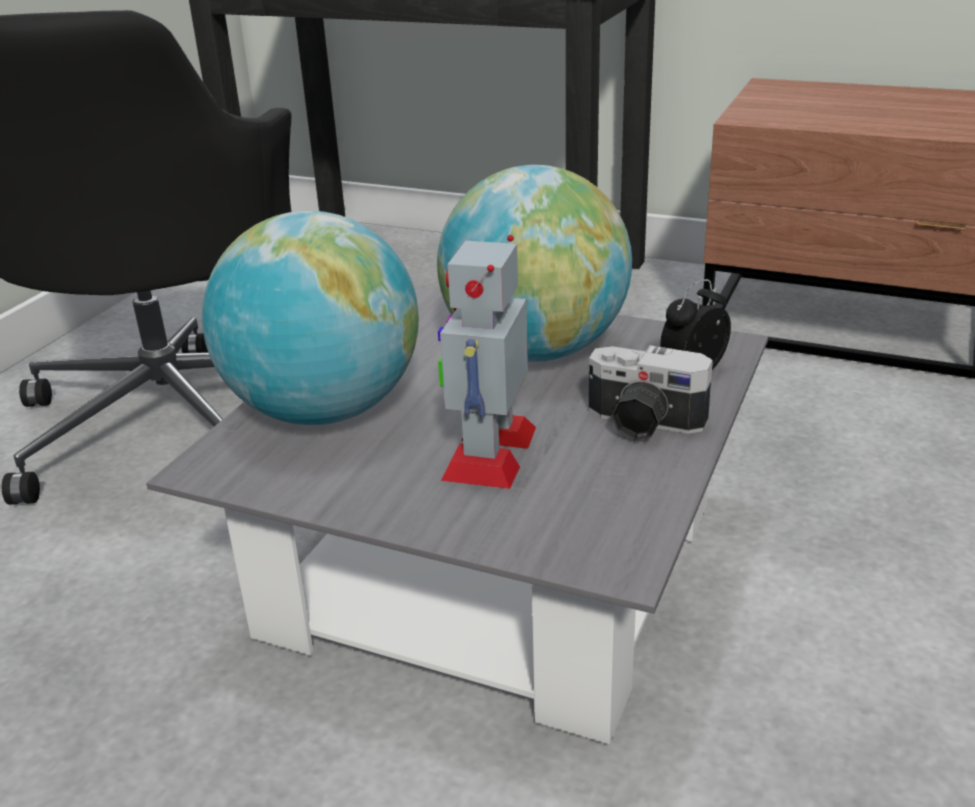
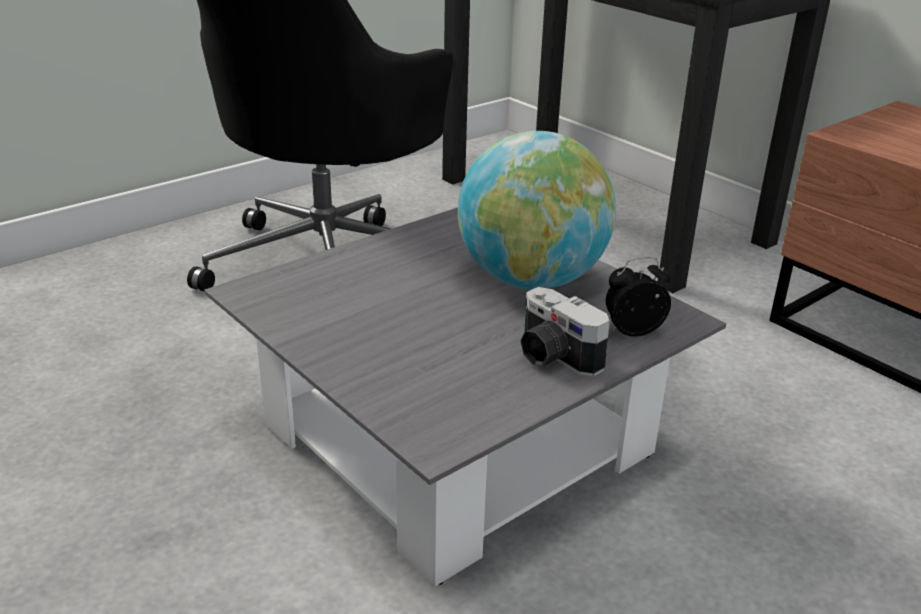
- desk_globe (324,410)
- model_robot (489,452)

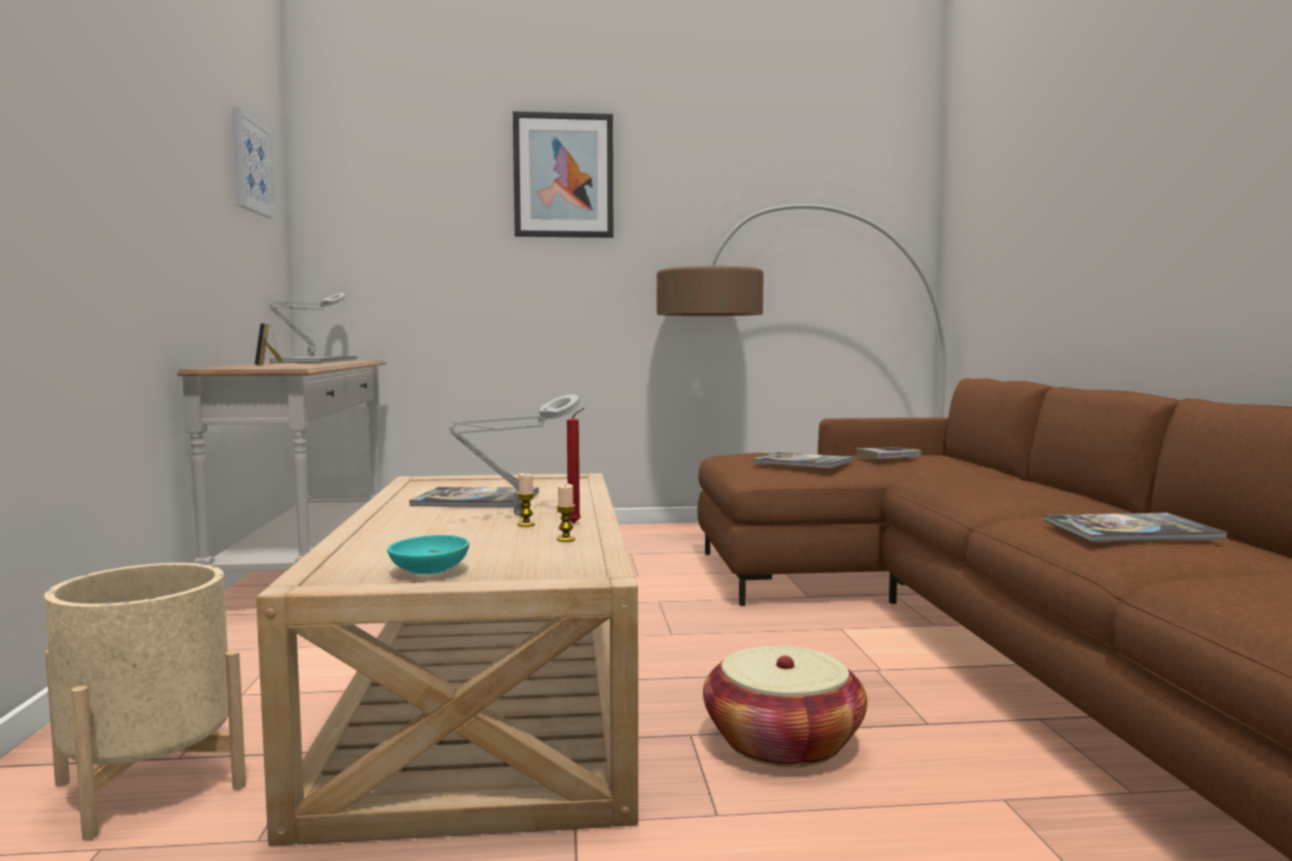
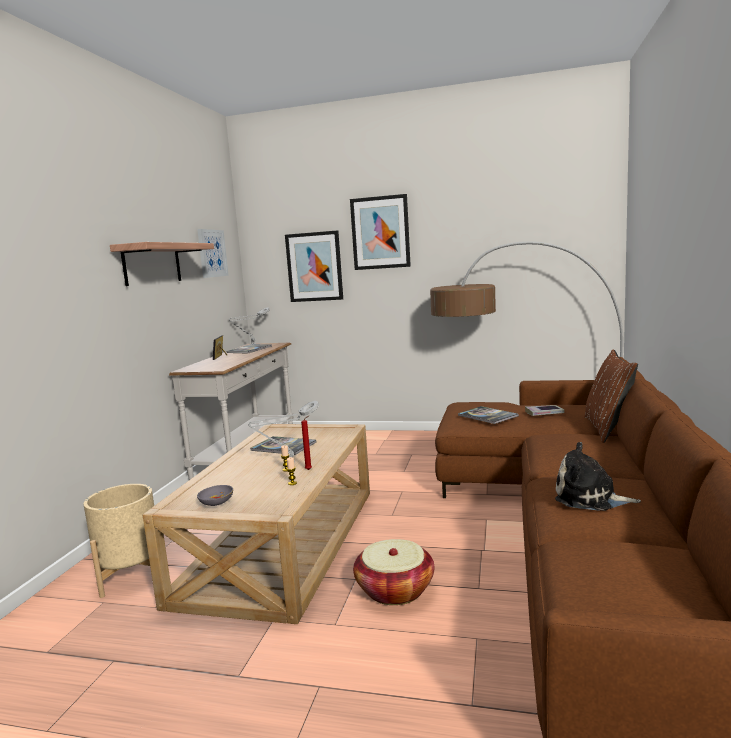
+ wall_shelf (152,264)
~ blue-green_deep_dish (430,569) to greyish_deep_dish (216,502)
+ wall_art (314,267)
~ book (1130,530) to soft_toy (590,498)
+ brown-coloured_throw_pillow (608,429)

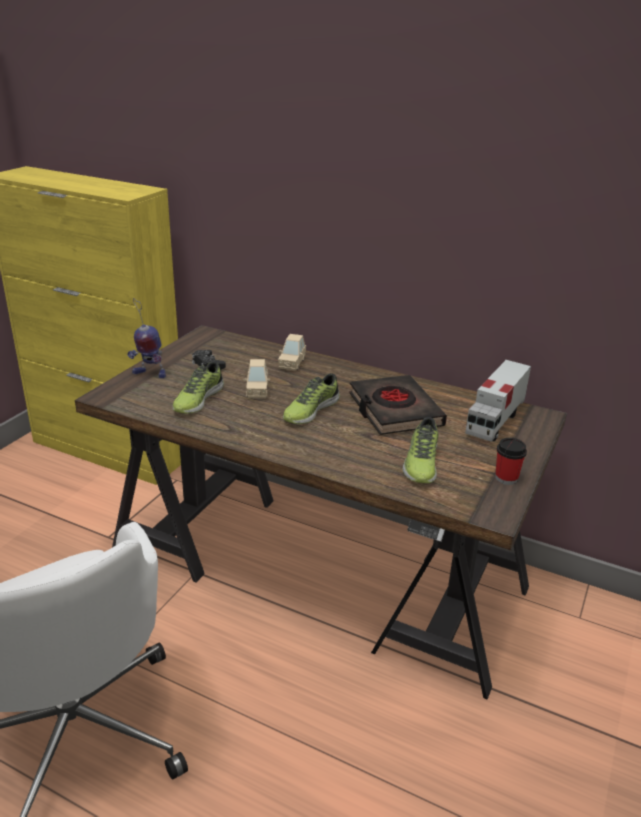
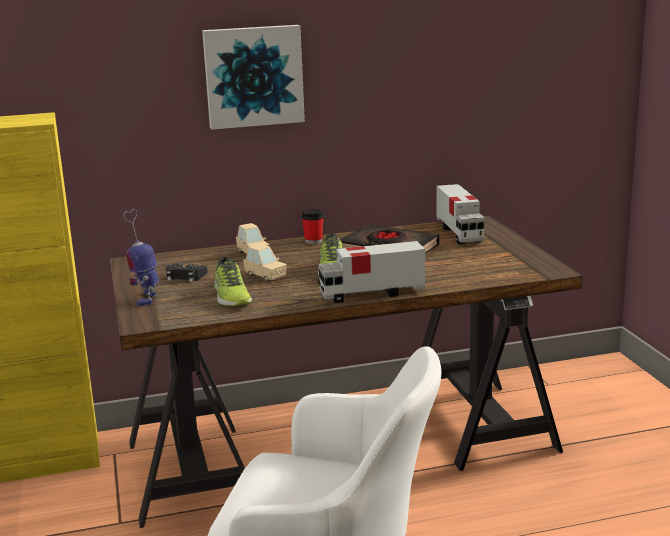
~ model_robot (149,374) = (146,298) 120 degrees clockwise
+ wall_art (253,76)
~ small_cup (506,478) to (313,241)
+ toy_lorry (371,293)
- shoe (420,463)

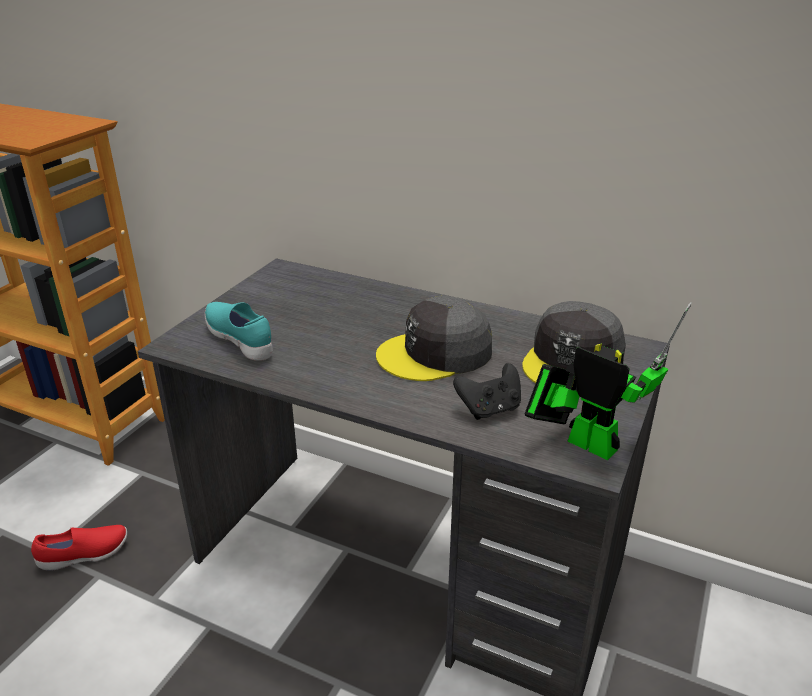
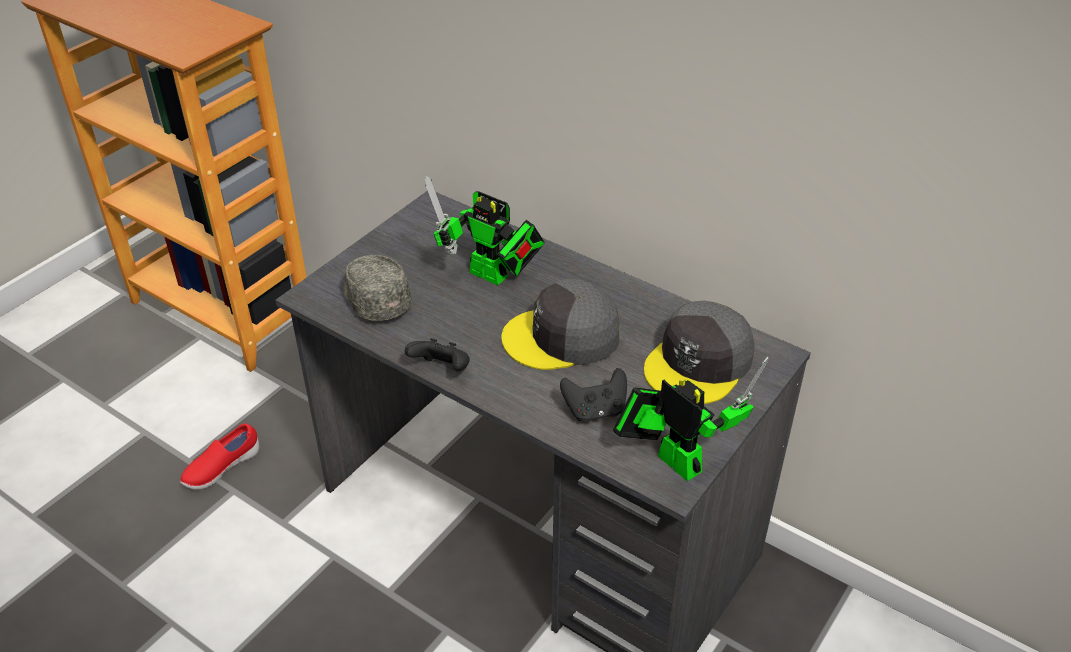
~ red-coloured_shoe (84,555) = (221,468) 150 degrees clockwise
~ blue-green_shoe (241,341) to greyish_peaked_cap (375,299)
+ black-coloured_gamepad (442,370)
+ model_robot (493,277)

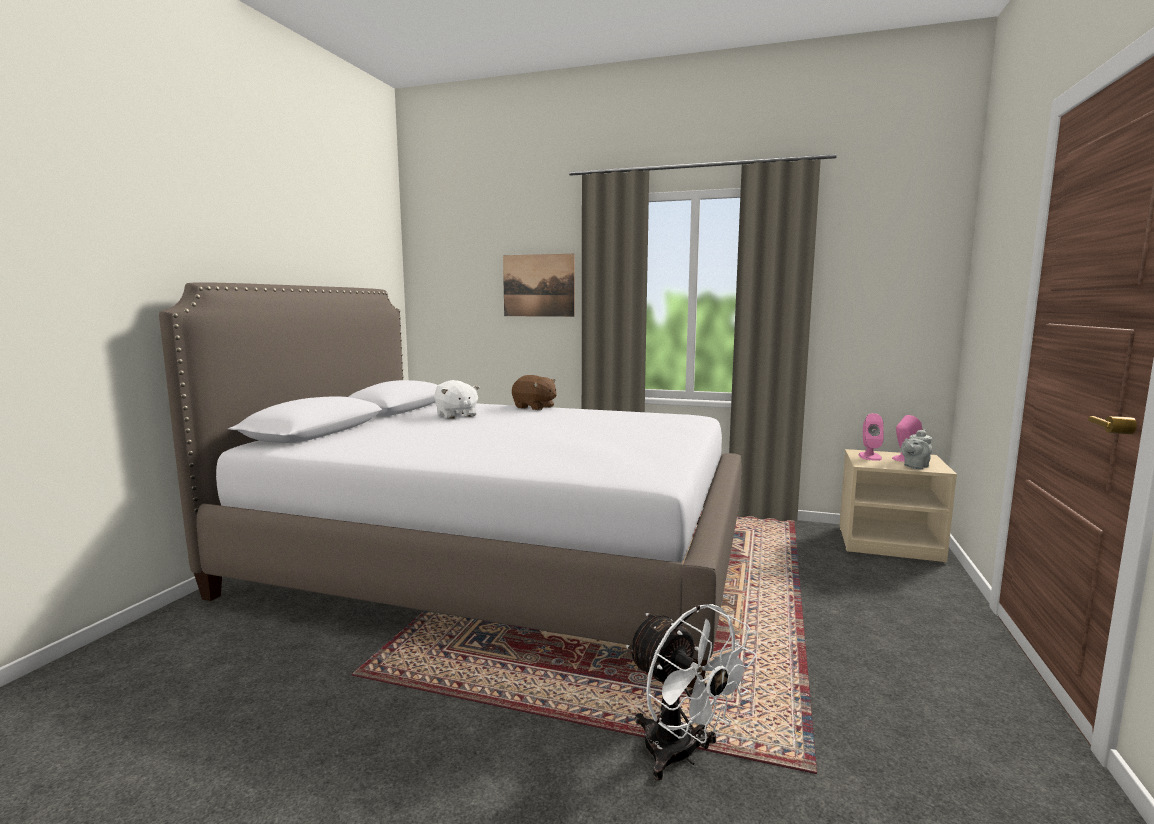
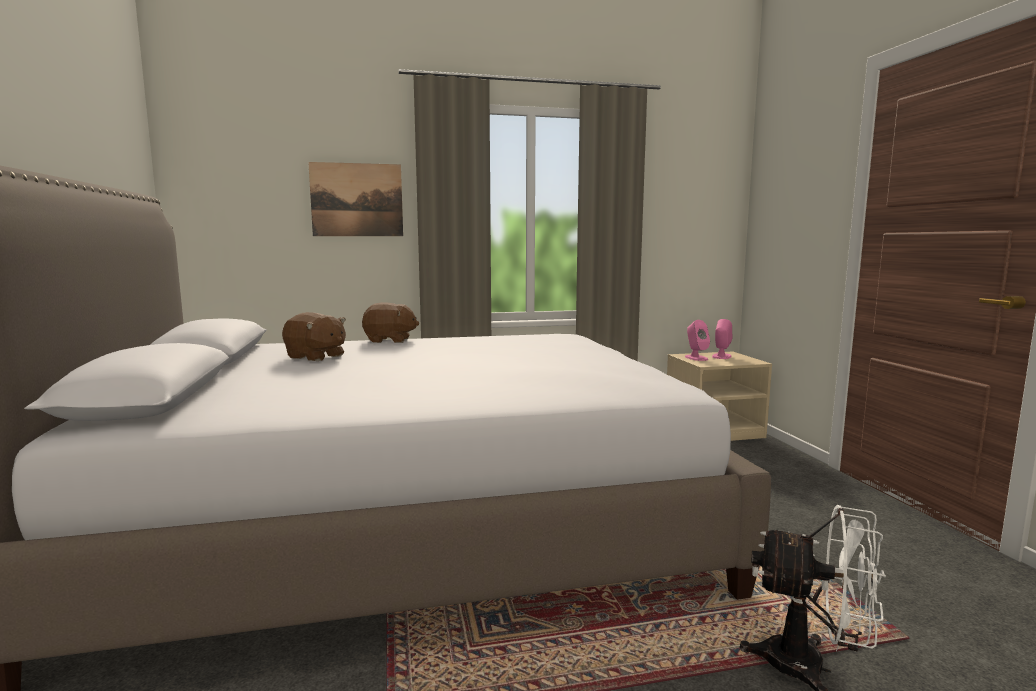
~ white-coloured_soft_toy (456,415) to brown-coloured_soft_toy (316,357)
- greyish_teapot (915,466)

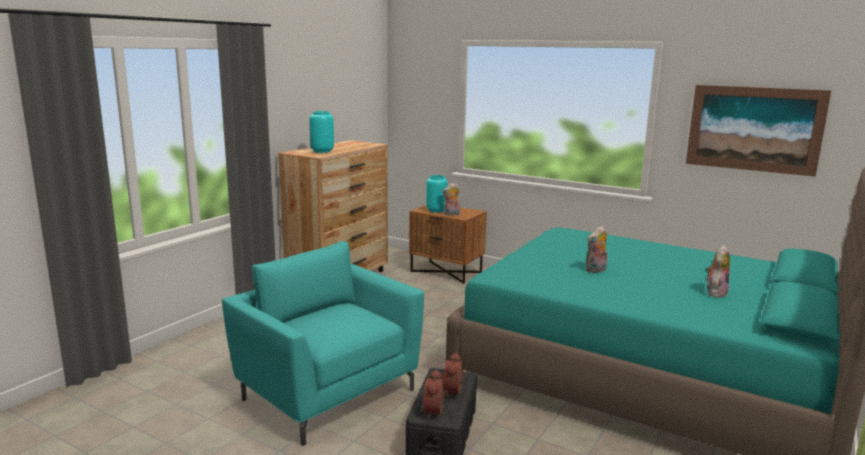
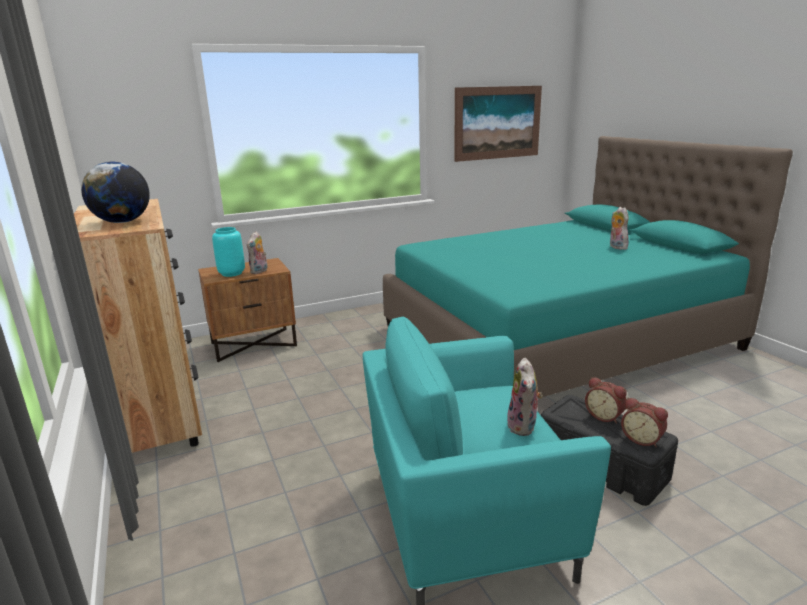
~ blue-green_vase (322,151) to desk_globe (122,222)
~ soft_toy (596,270) to (524,426)

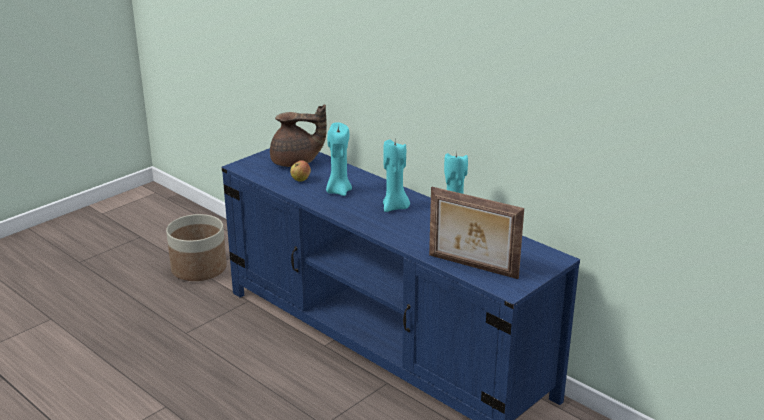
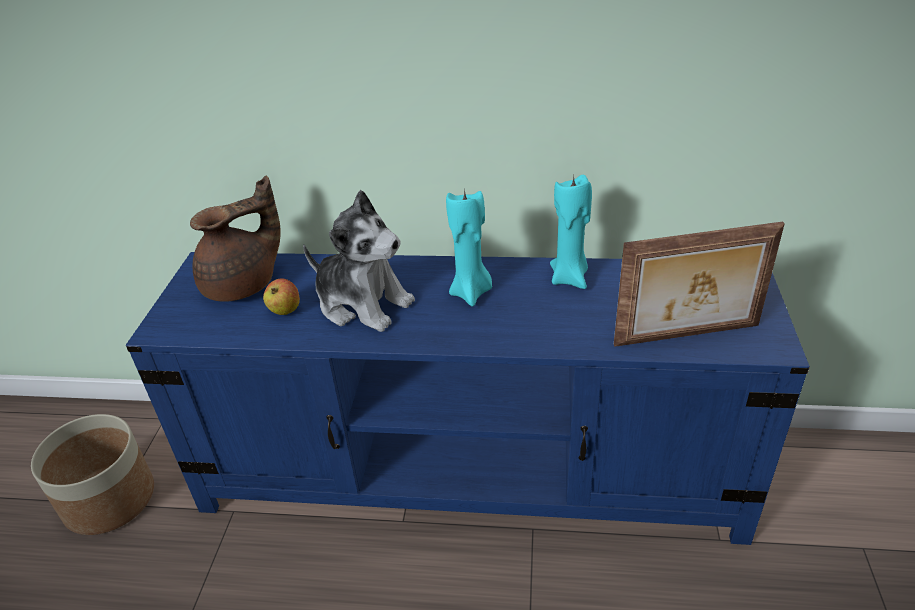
~ blue-green_wax_light (338,191) to soft_toy (363,303)

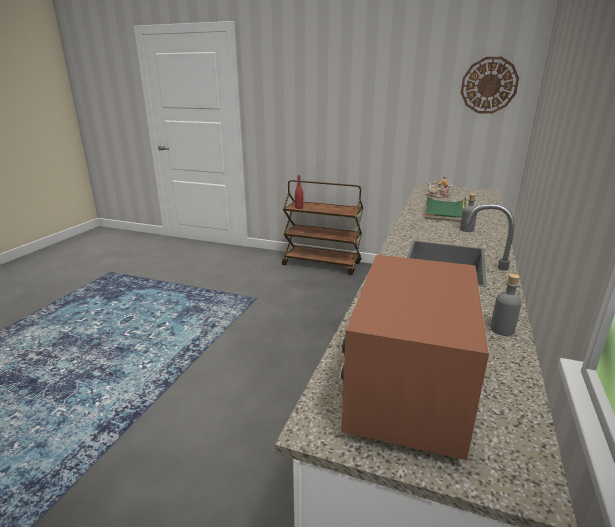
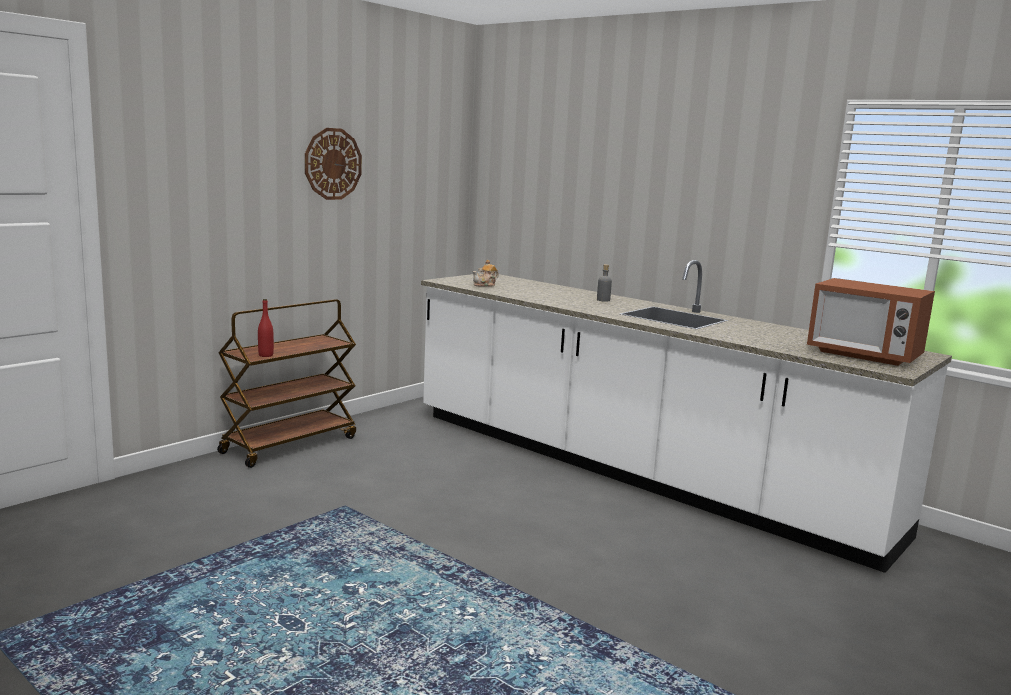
~ hanging_clock (489,85) to (333,164)
- greenish_serving_tray (444,210)
- greyish_beverage_bottle (502,330)

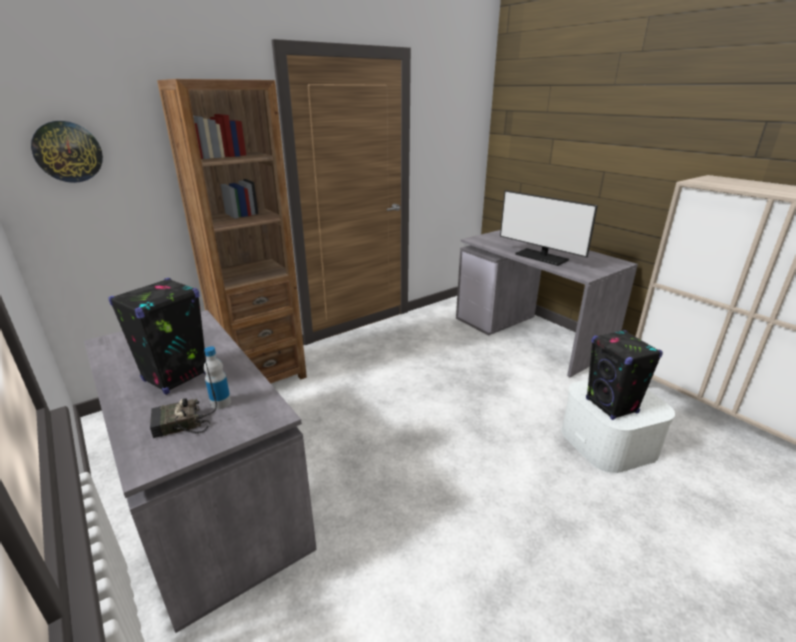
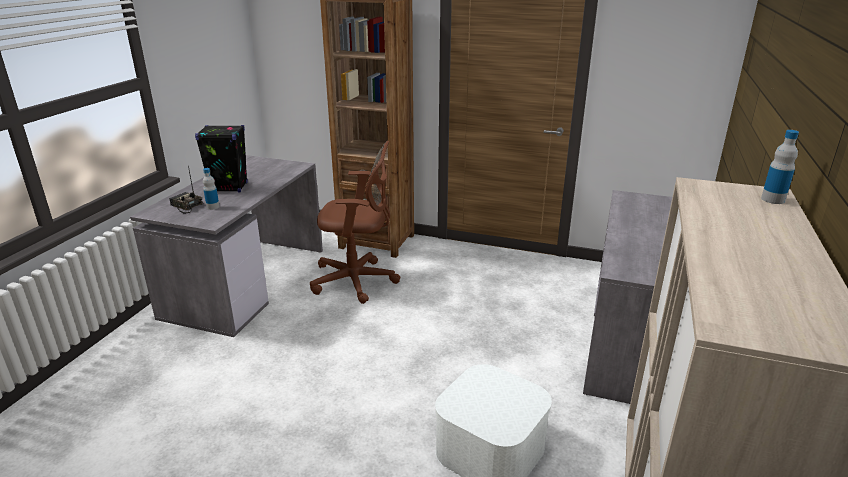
+ brown-coloured_desk_chair (357,281)
+ beverage_bottle (773,199)
- hanging_clock (68,152)
- monitor (541,257)
- black-coloured_speaker (611,406)

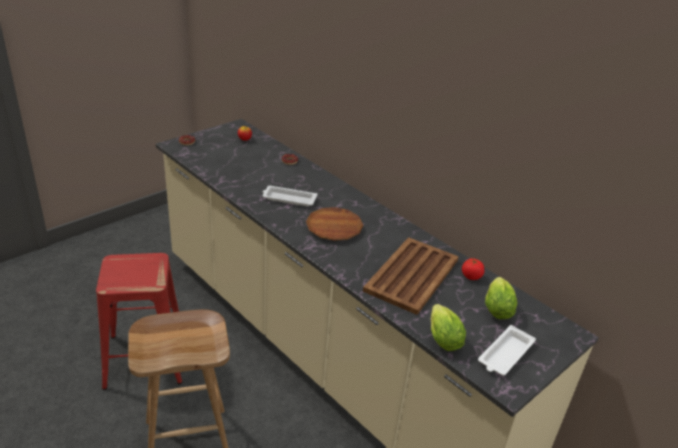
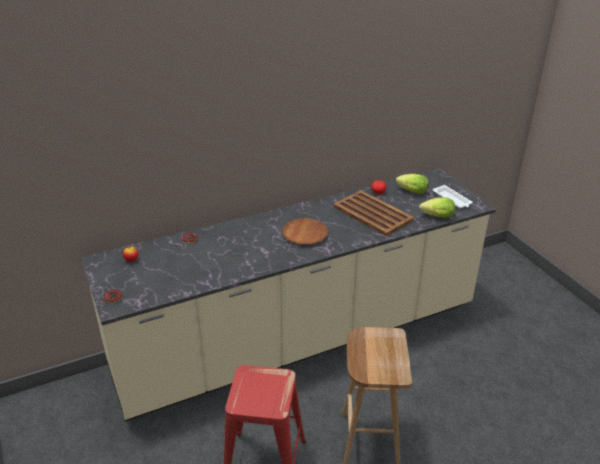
- white-coloured_serving_tray (288,199)

